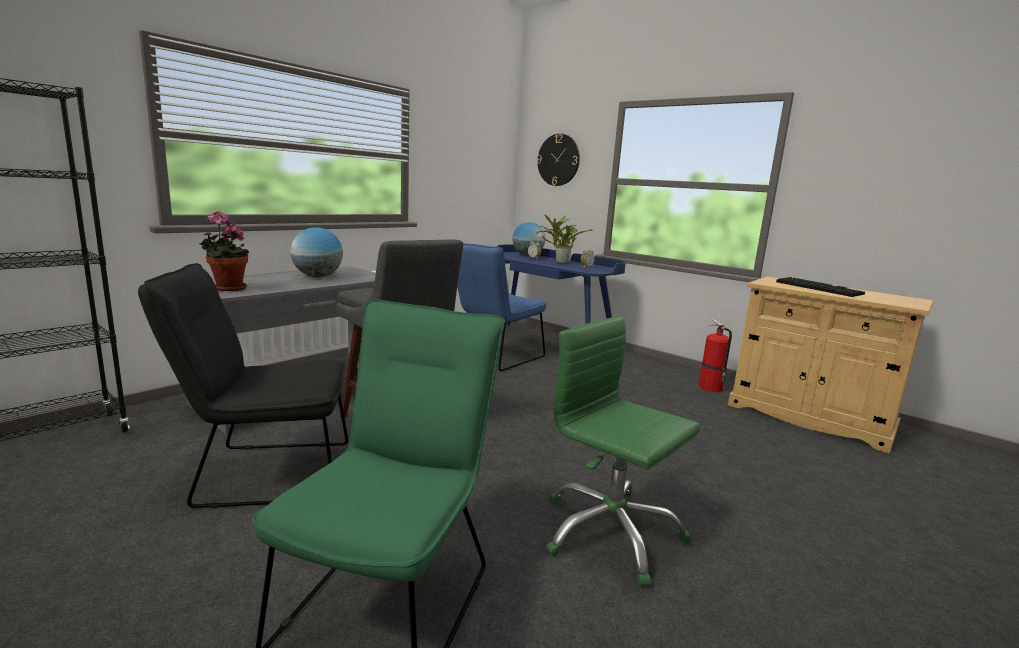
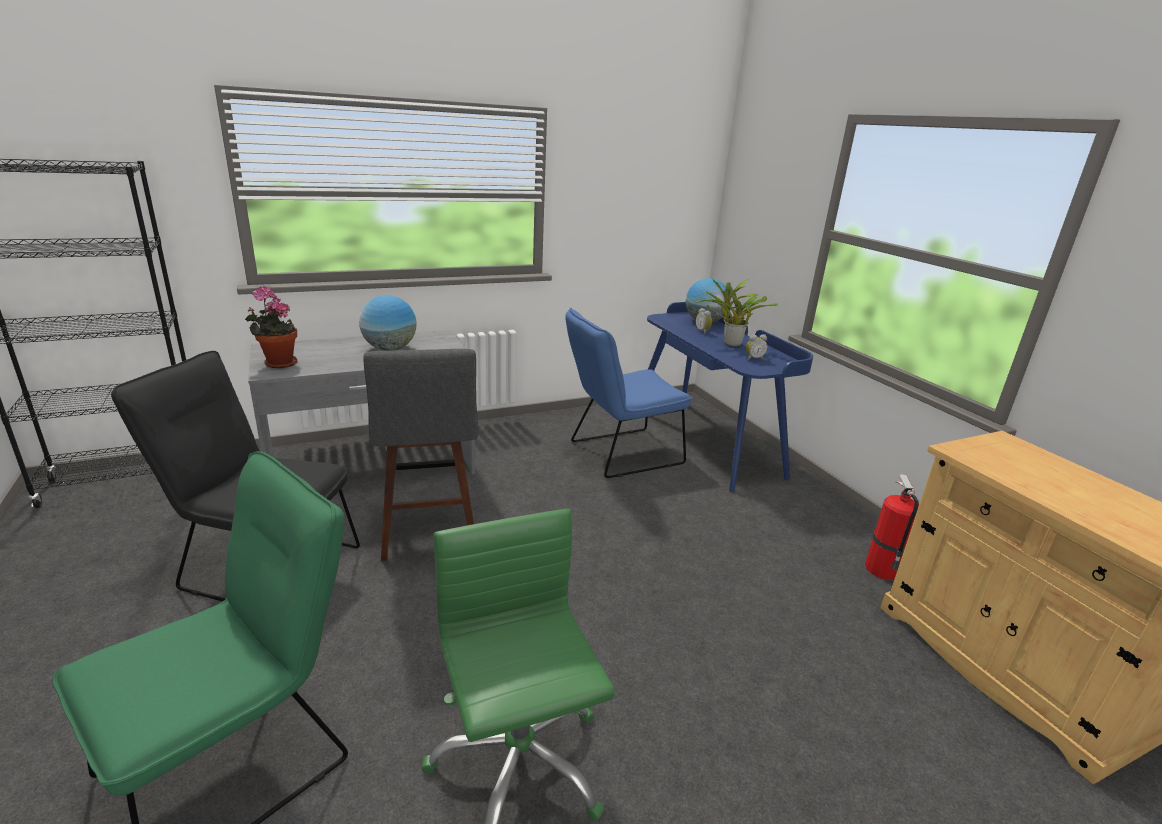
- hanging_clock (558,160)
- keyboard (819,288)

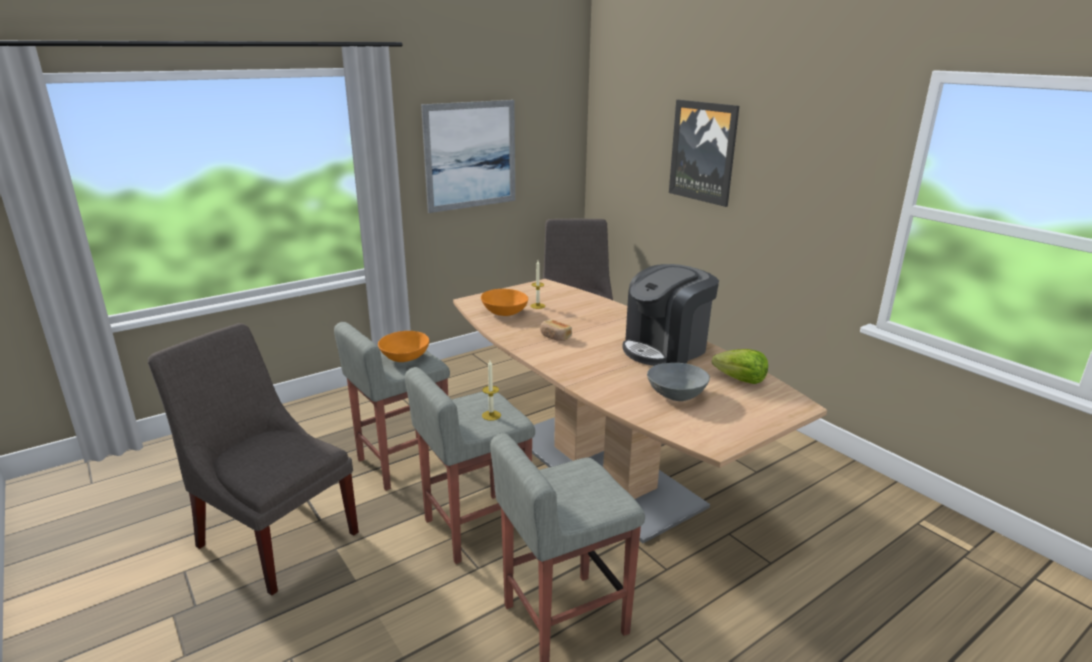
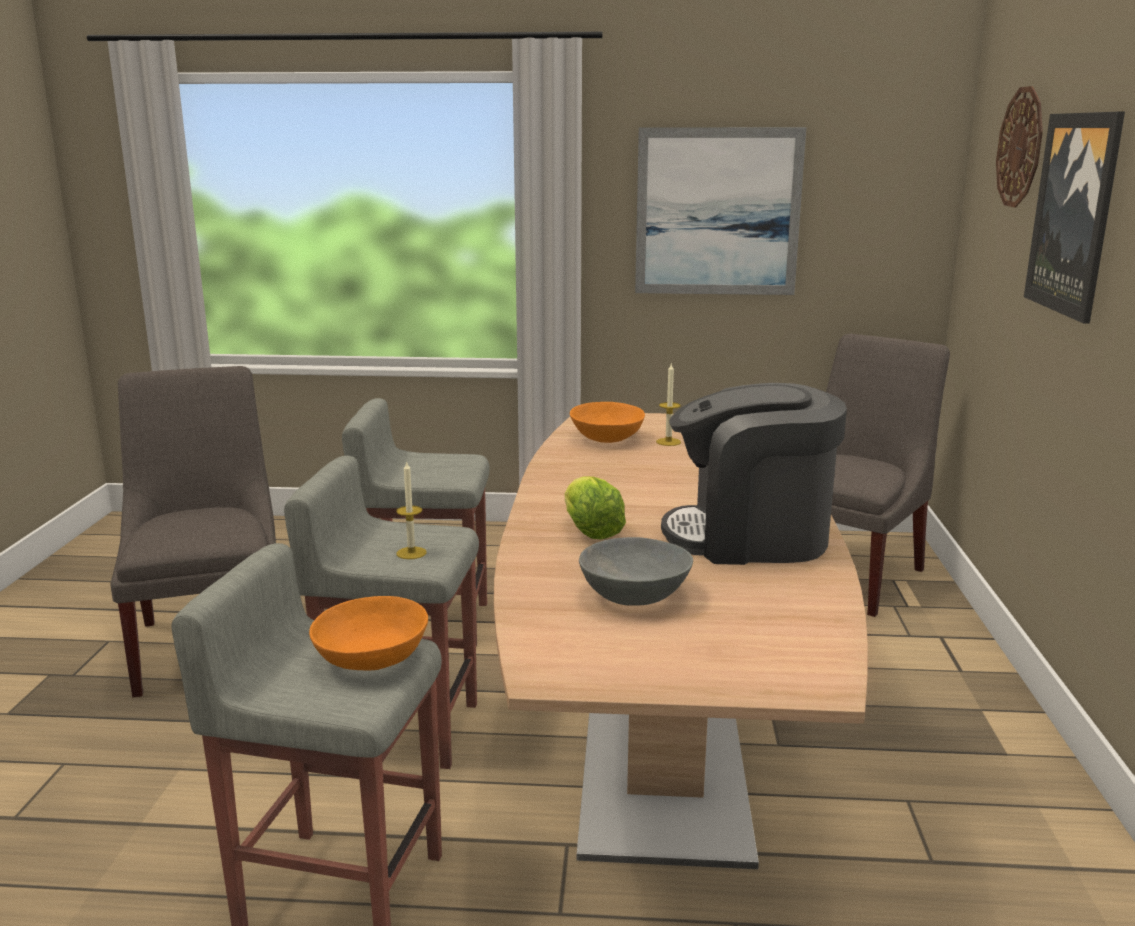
~ orange_deep_dish (404,357) to (372,658)
~ lettuce (740,380) to (590,531)
+ hanging_clock (1020,147)
- bread (555,336)

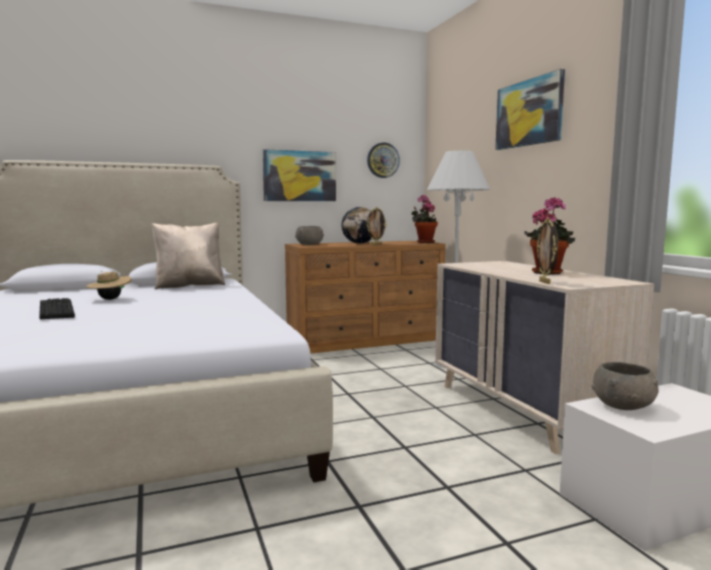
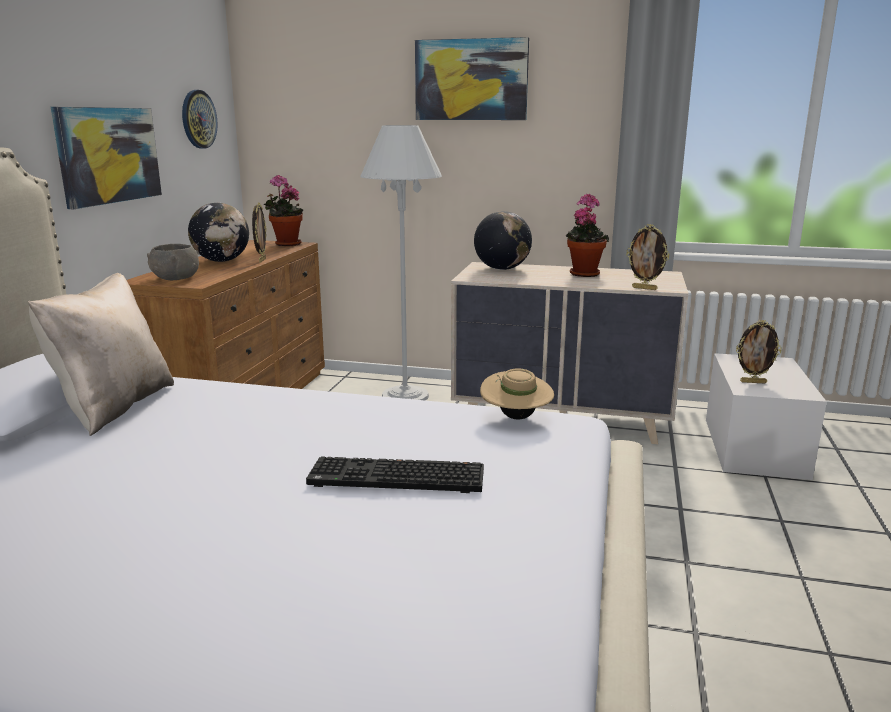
~ keyboard (54,310) to (394,479)
+ desk_globe (502,269)
~ beige-coloured_clothing_hat (109,299) to (516,417)
~ greyish_deep_dish (624,406) to photo_frame (753,382)

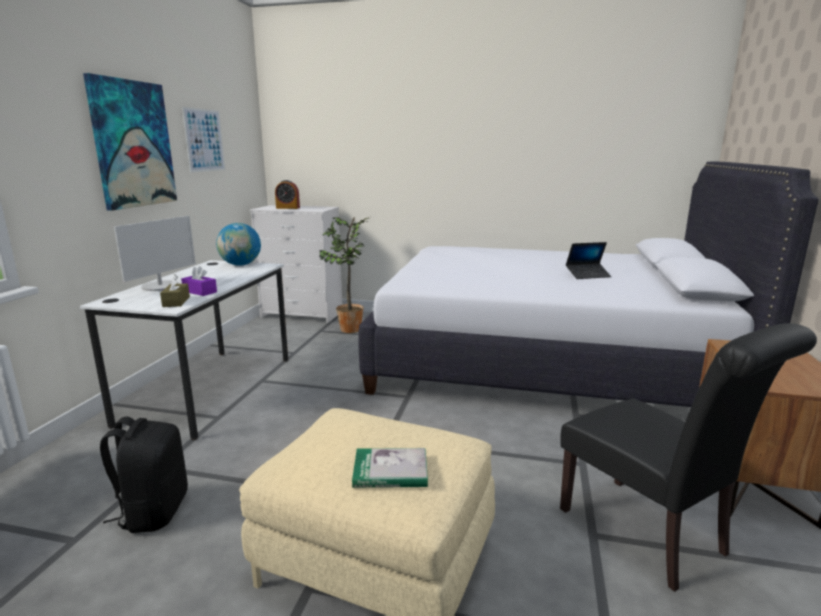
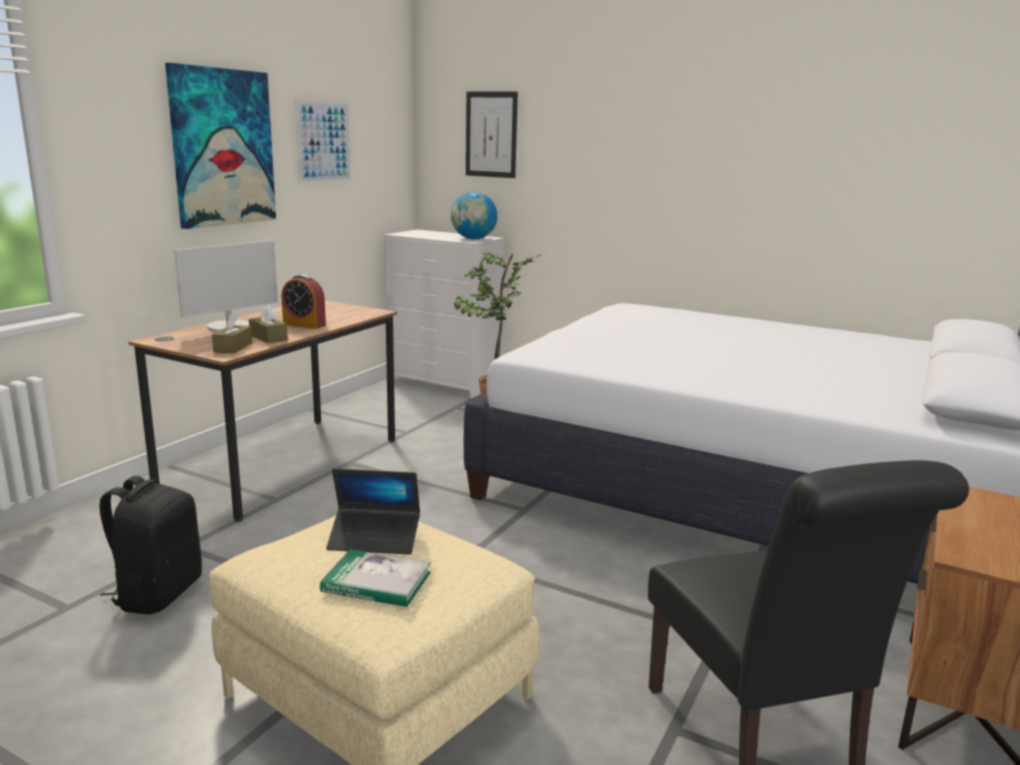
~ white-coloured_desk_unit (210,389) to brown-coloured_desk_unit (283,464)
~ purplish_tissue_box (200,292) to brown-coloured_tissue_box (268,338)
~ alarm_clock (288,208) to (304,325)
~ portable_computer (587,275) to (374,539)
~ desk_globe (241,265) to (474,239)
+ wall_art (491,134)

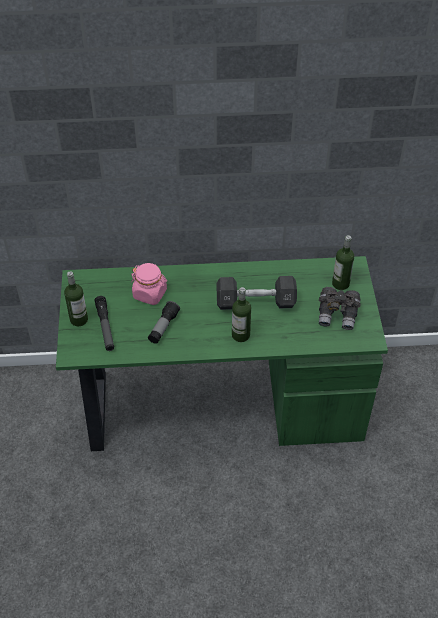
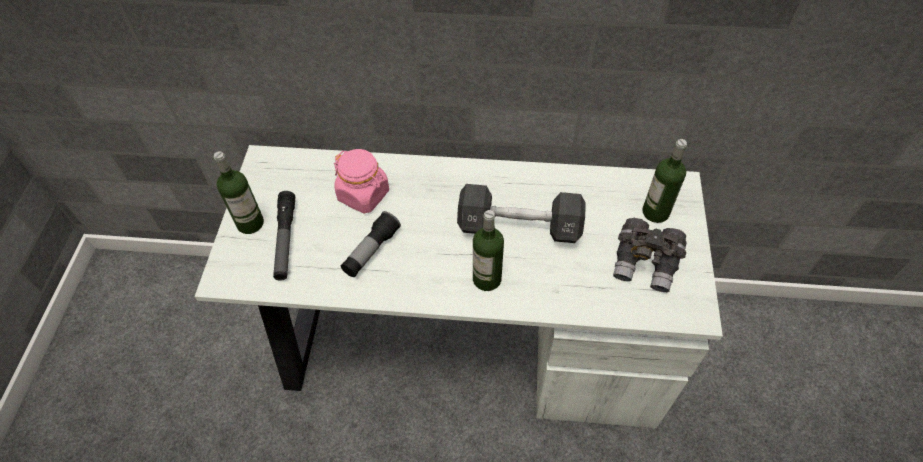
~ greenish_desk_unit (218,403) to white-coloured_desk_unit (464,344)

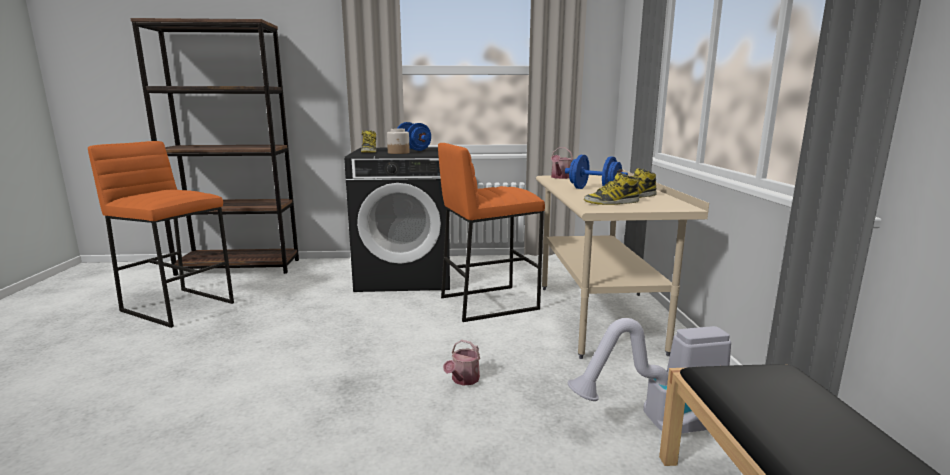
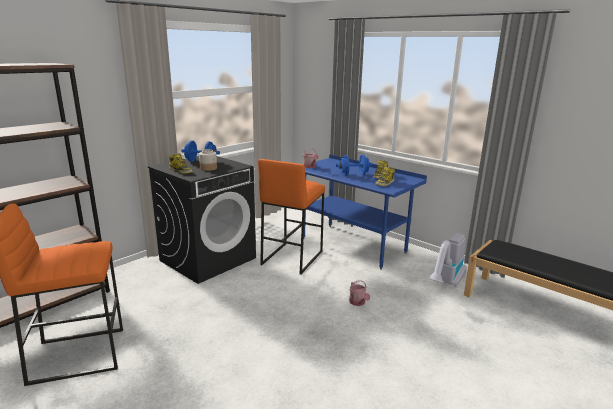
~ beige-coloured_desk_unit (597,317) to blue-coloured_desk_unit (353,245)

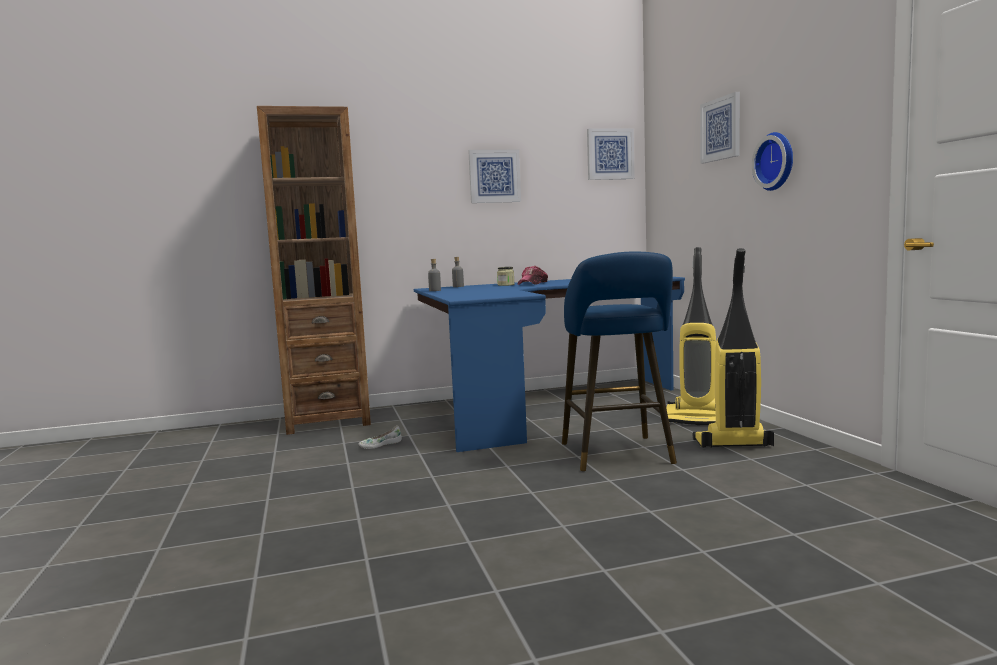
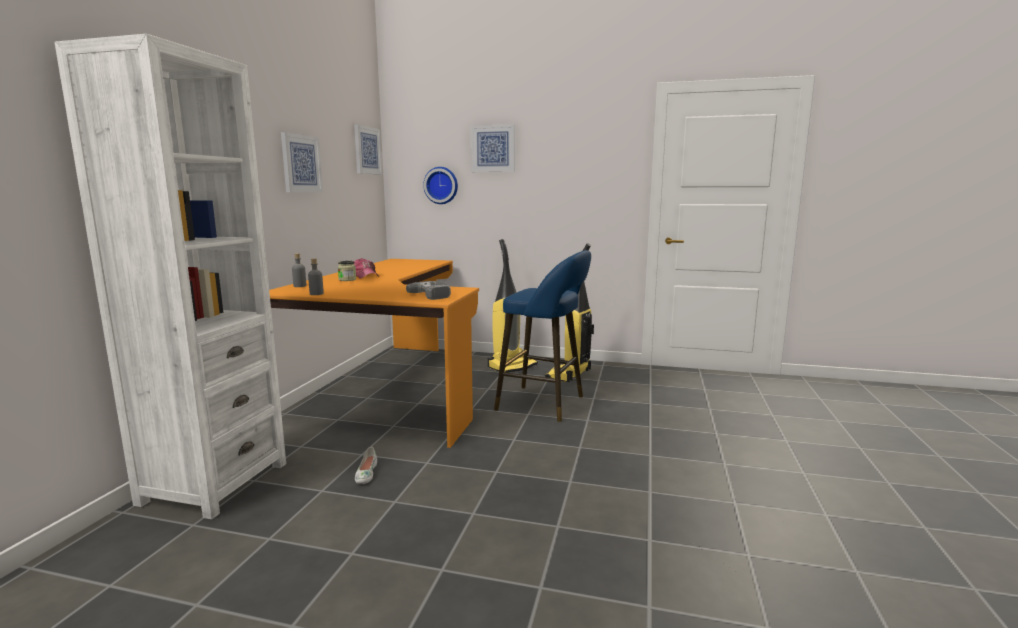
~ brown-coloured_bookcase (328,421) to white-coloured_bookcase (214,483)
~ blue-coloured_desk_unit (540,406) to orange_desk_unit (388,390)
+ electric_drill (436,294)
~ hanging_clock (776,161) to (441,185)

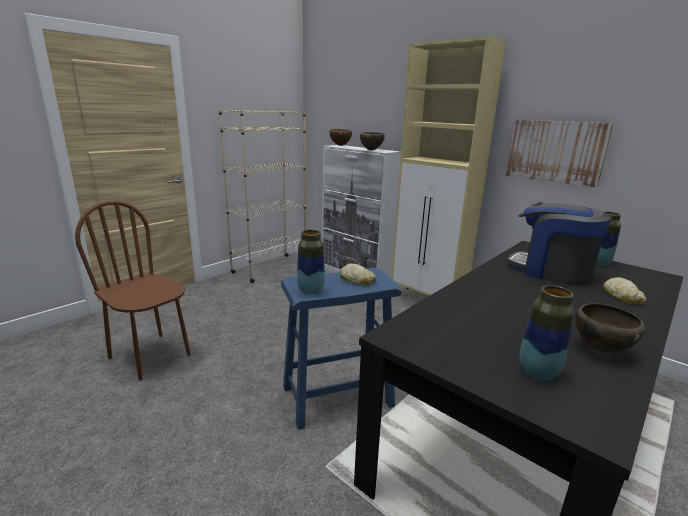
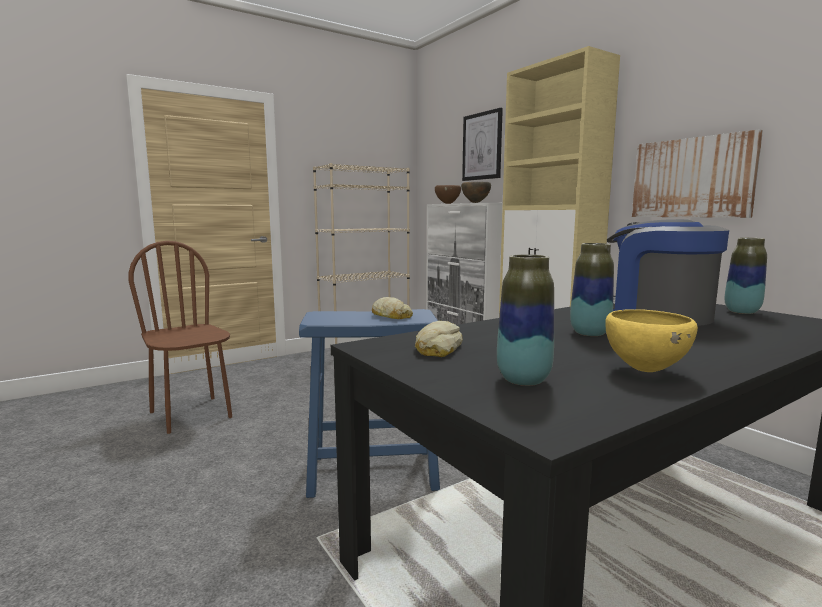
~ bread (622,296) to (436,348)
+ wall_art (482,146)
~ vase (310,291) to (589,333)
~ brown-coloured_deep_dish (599,349) to yellowish_deep_dish (644,370)

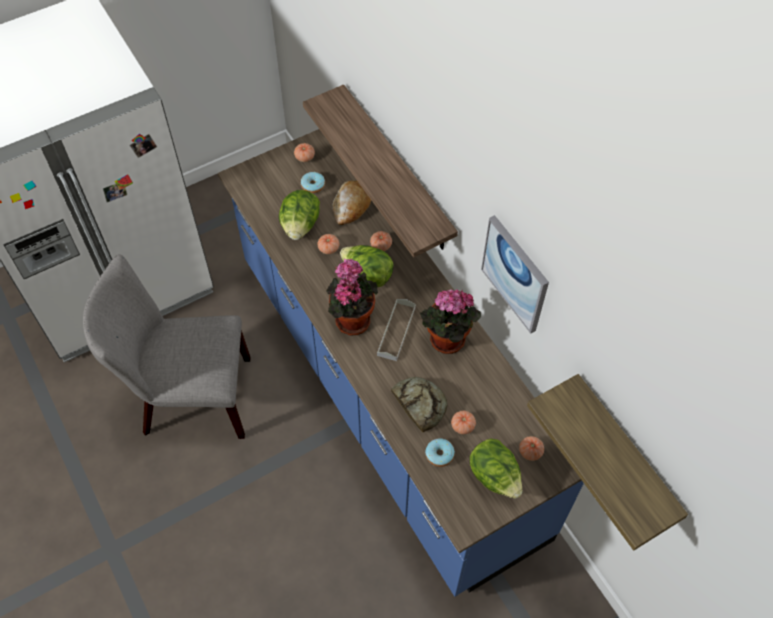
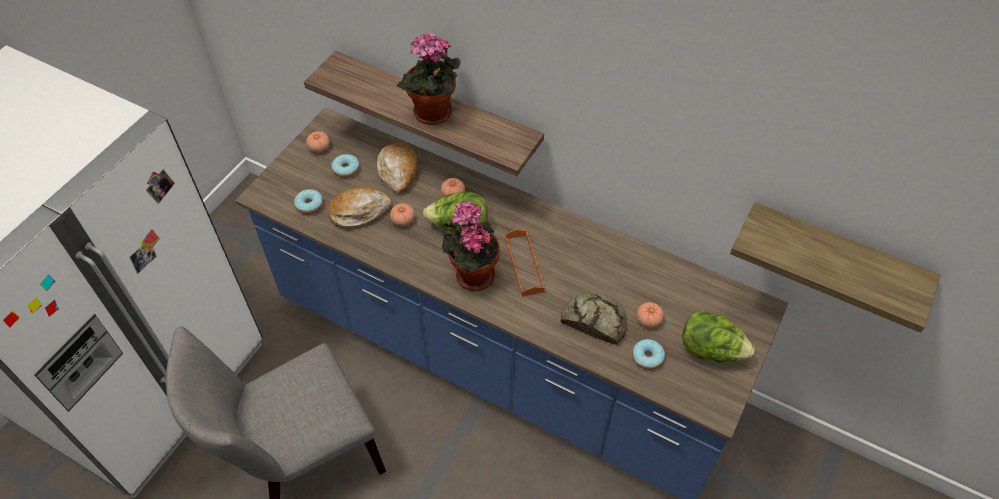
+ doughnut (309,205)
~ lettuce (300,225) to bread (359,212)
~ plant_in_a_pot (446,342) to (433,115)
~ greyish_serving_tray (396,331) to orange_serving_tray (524,265)
- wall_art (515,274)
- whole_tomato (530,452)

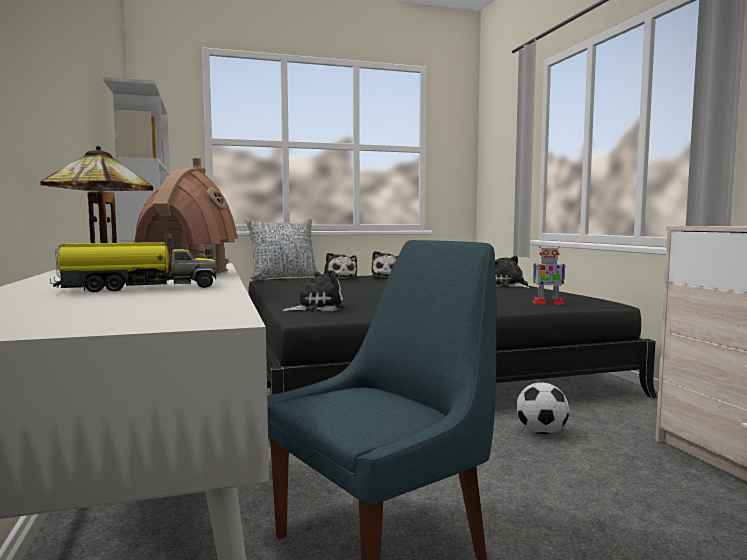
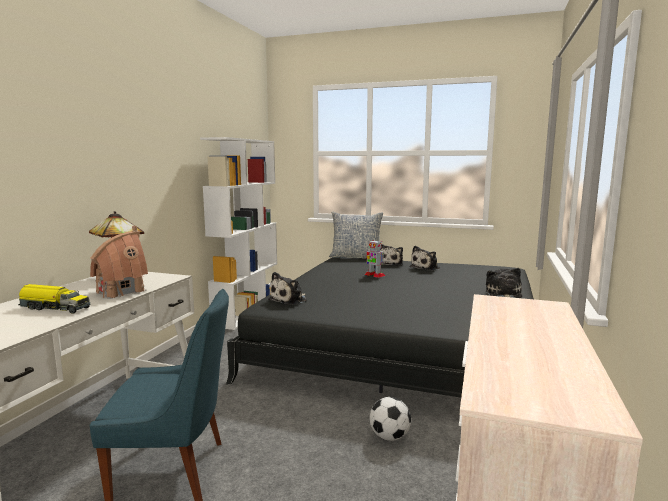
~ soft_toy (316,308) = (289,300) 120 degrees clockwise
~ model_robot (547,303) to (374,275)

